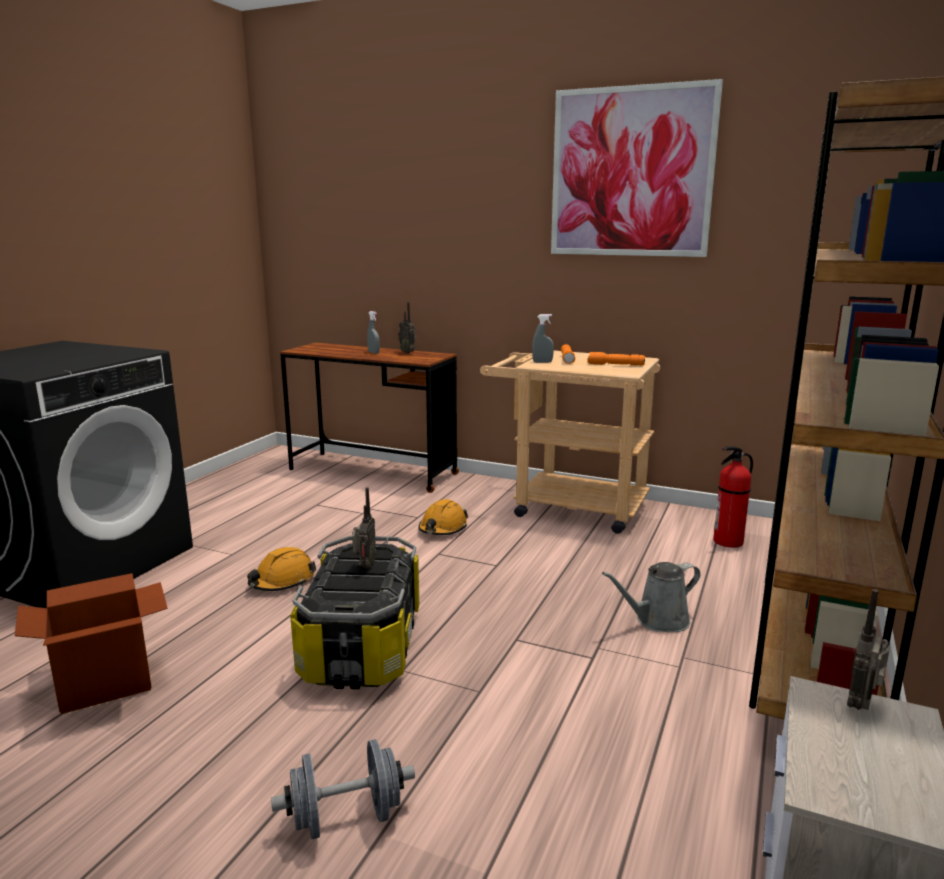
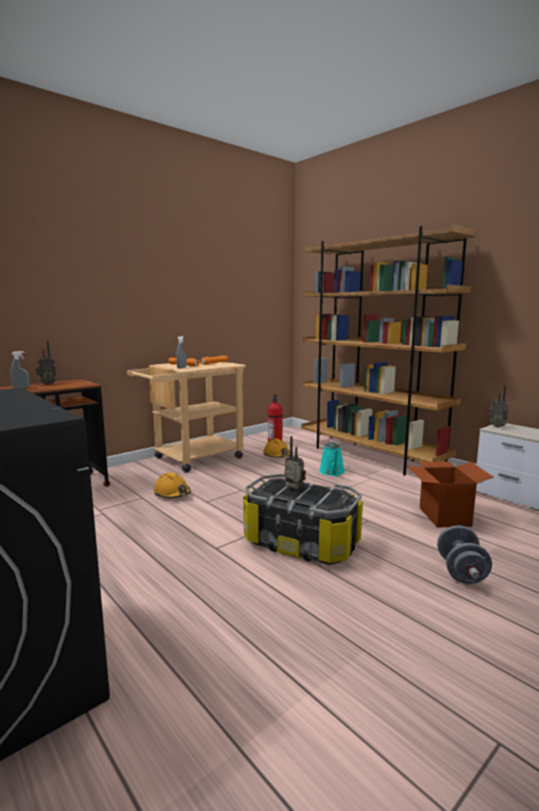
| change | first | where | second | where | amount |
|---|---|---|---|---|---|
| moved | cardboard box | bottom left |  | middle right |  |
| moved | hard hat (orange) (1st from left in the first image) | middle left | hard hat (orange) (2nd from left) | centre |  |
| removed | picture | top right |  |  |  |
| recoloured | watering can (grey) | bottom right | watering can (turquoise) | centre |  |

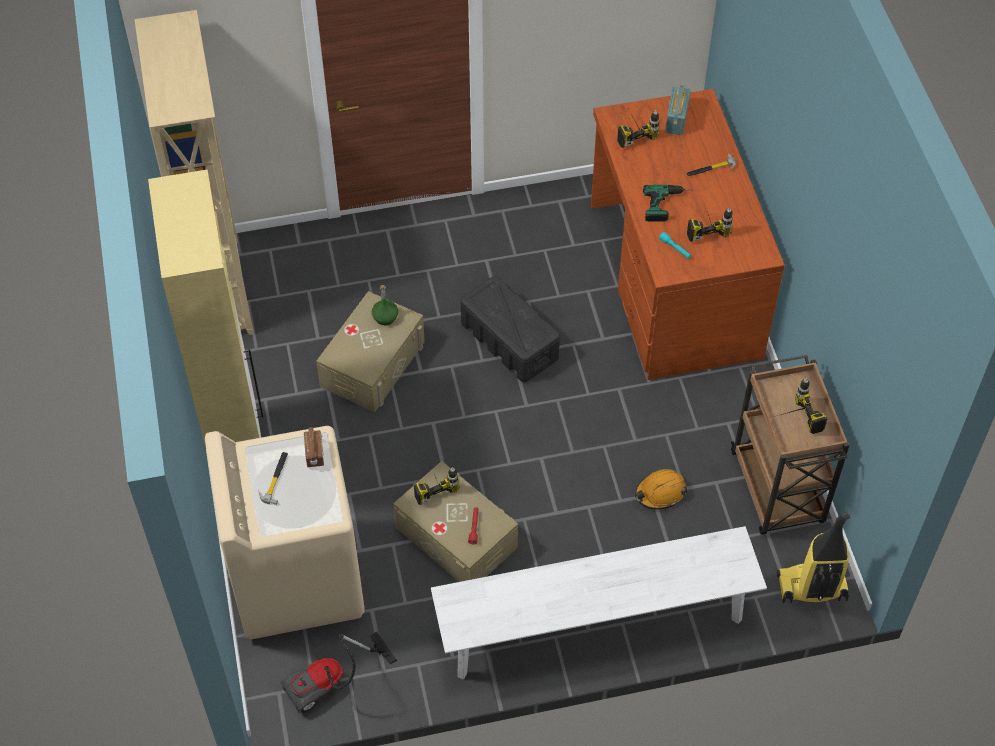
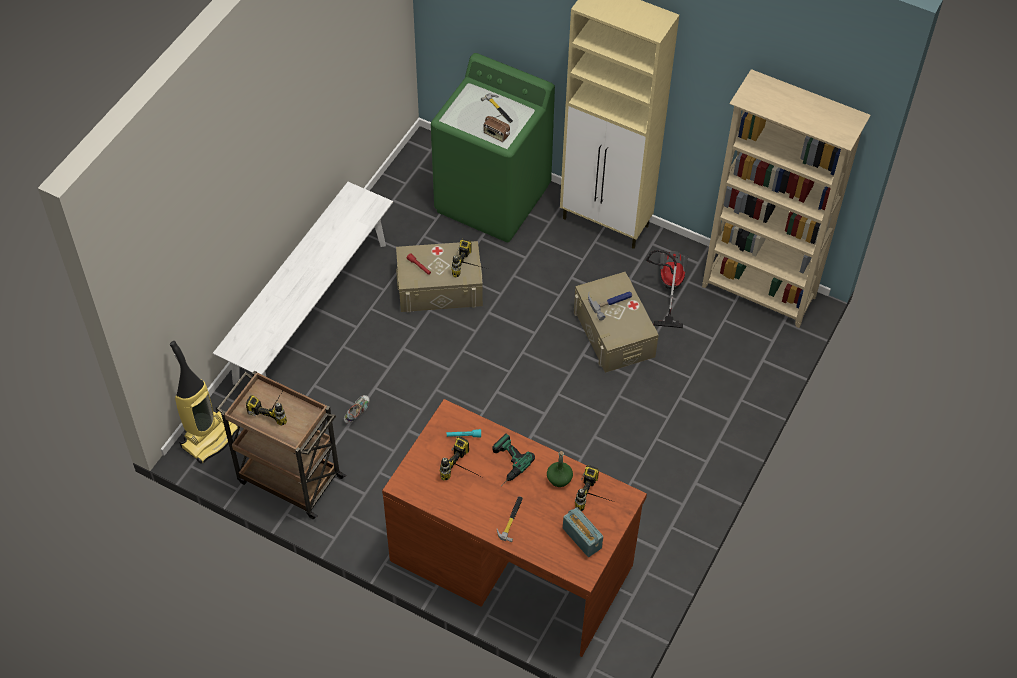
| change | first | where | second | where | amount |
|---|---|---|---|---|---|
| recoloured | washing machine (beige) | bottom left | washing machine (green) | top centre |  |
| moved | vacuum cleaner (1st from left in the first image) | bottom centre | vacuum cleaner (2nd from left) | centre |  |
| moved | bottle (green) | centre |  | bottom centre |  |
| removed | storage box (black) | centre |  |  |  |
| replaced | hard hat (orange) | centre | shoe | centre |  |
| added |  |  | hammer (3rd from left) | centre |  |

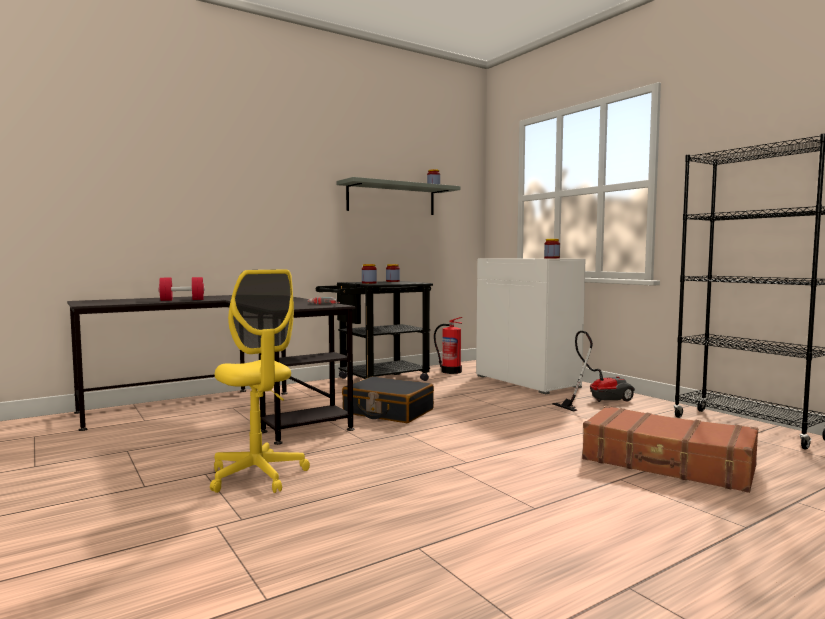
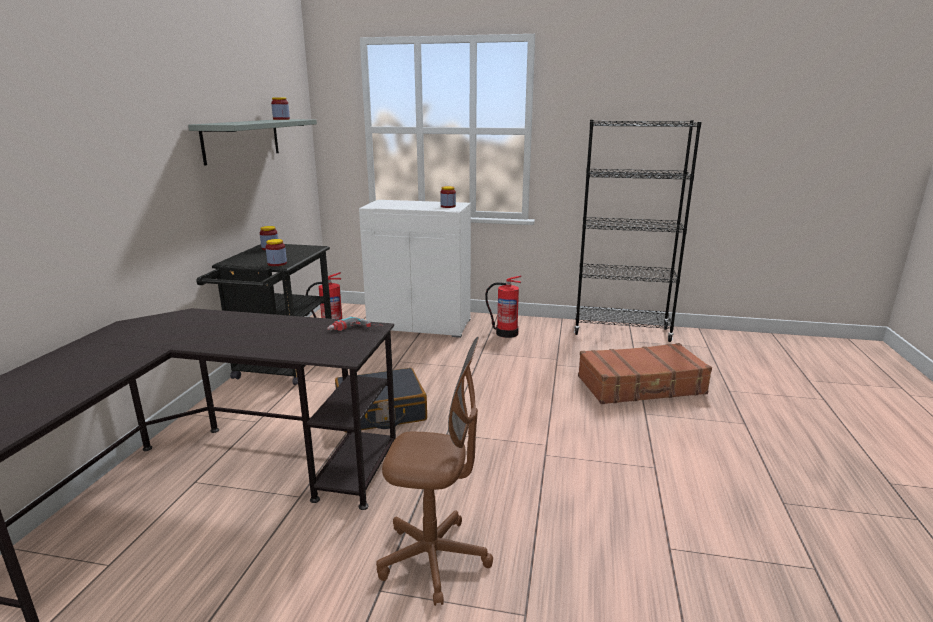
| change | first | where | second | where | amount |
|---|---|---|---|---|---|
| removed | dumbbell (red) | middle left |  |  |  |
| recoloured | office chair (yellow) | middle left | office chair (brown) | bottom centre |  |
| replaced | vacuum cleaner | middle right | fire extinguisher (2nd from left) | centre |  |

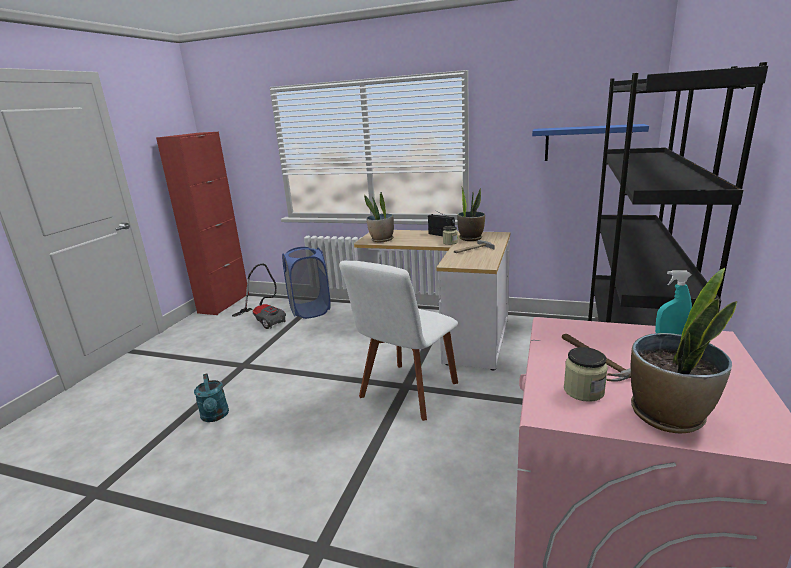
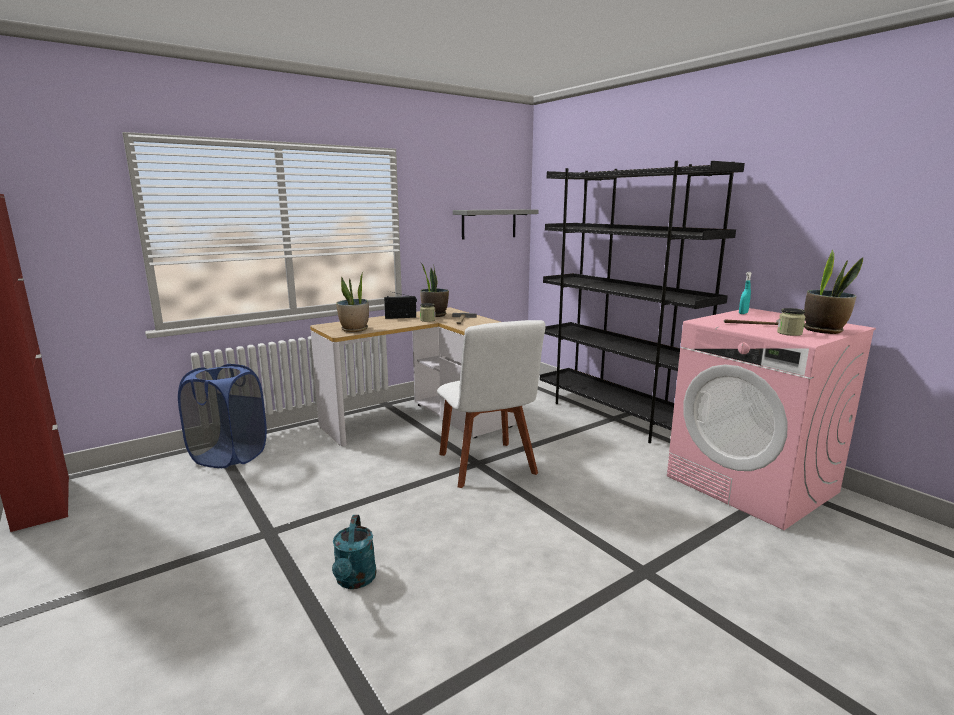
| change | first | where | second | where | amount |
|---|---|---|---|---|---|
| turned | watering can (turquoise) | bottom left |  | bottom centre | 75 degrees clockwise |
| removed | vacuum cleaner | middle left |  |  |  |
| recoloured | shelf (blue) | top right | shelf (grey) | top centre |  |

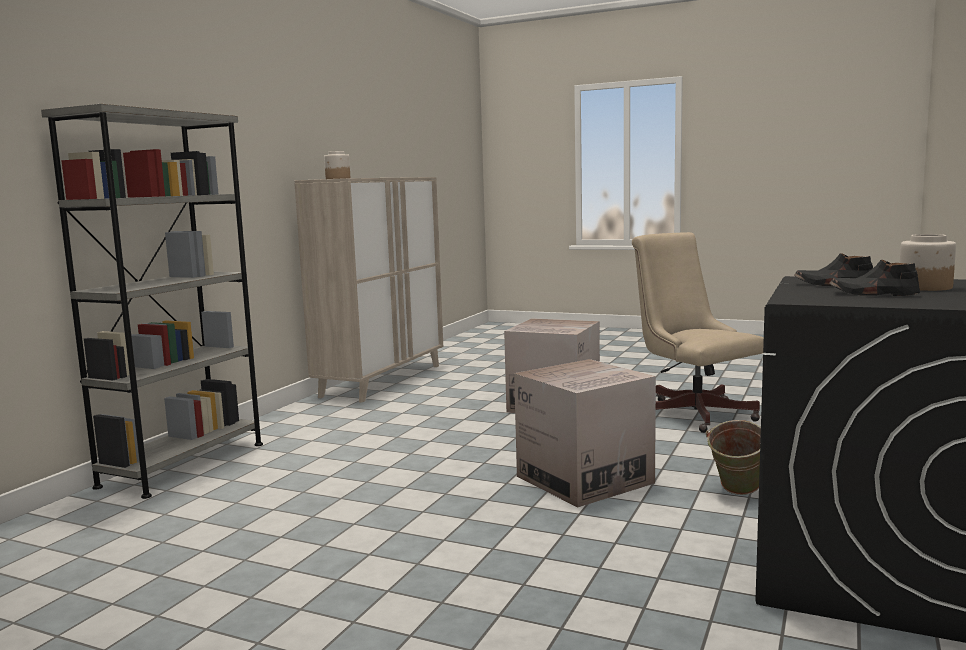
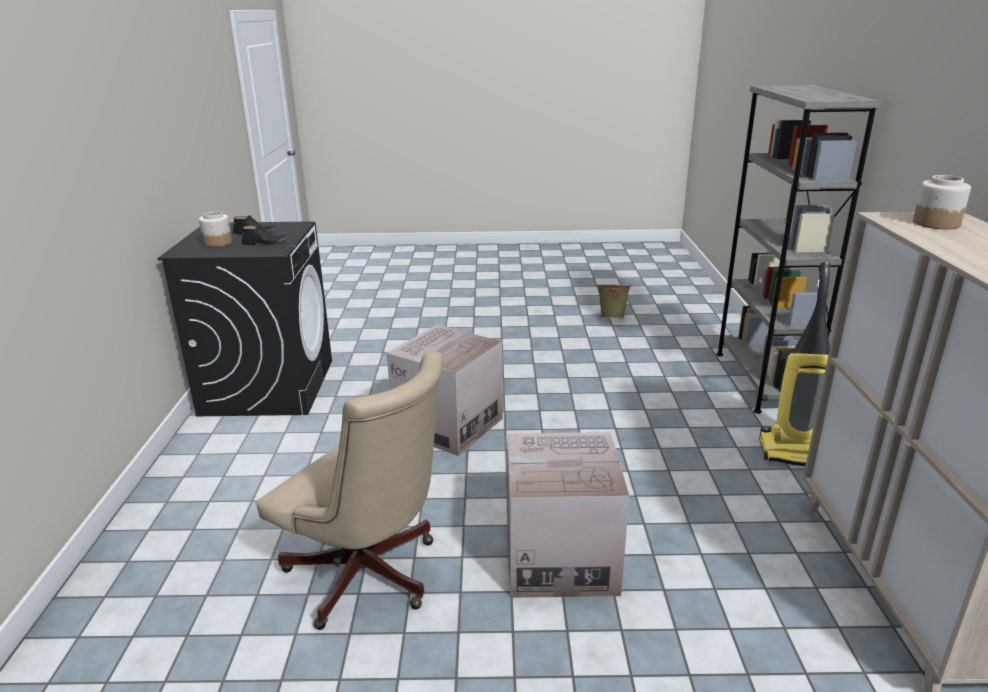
| change | first | where | second | where | amount |
|---|---|---|---|---|---|
| moved | bucket (green) | bottom right |  | centre |  |
| added |  |  | vacuum cleaner | middle right |  |

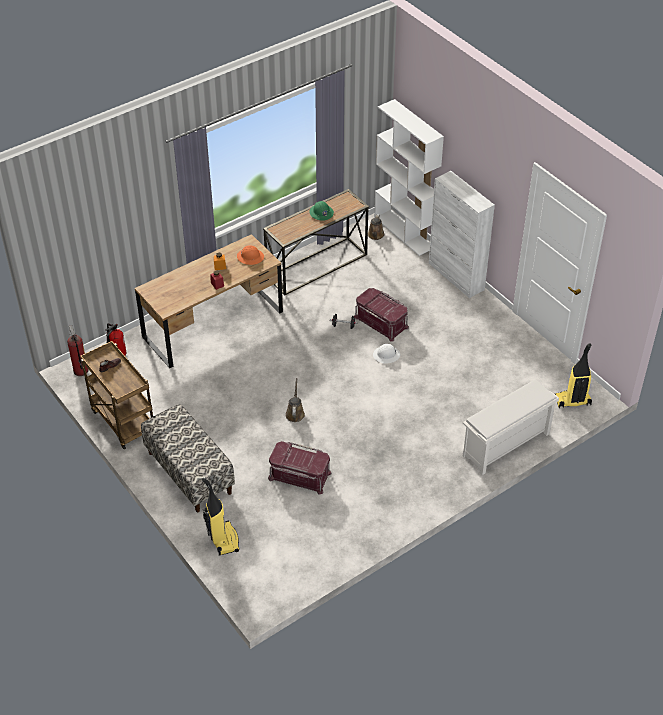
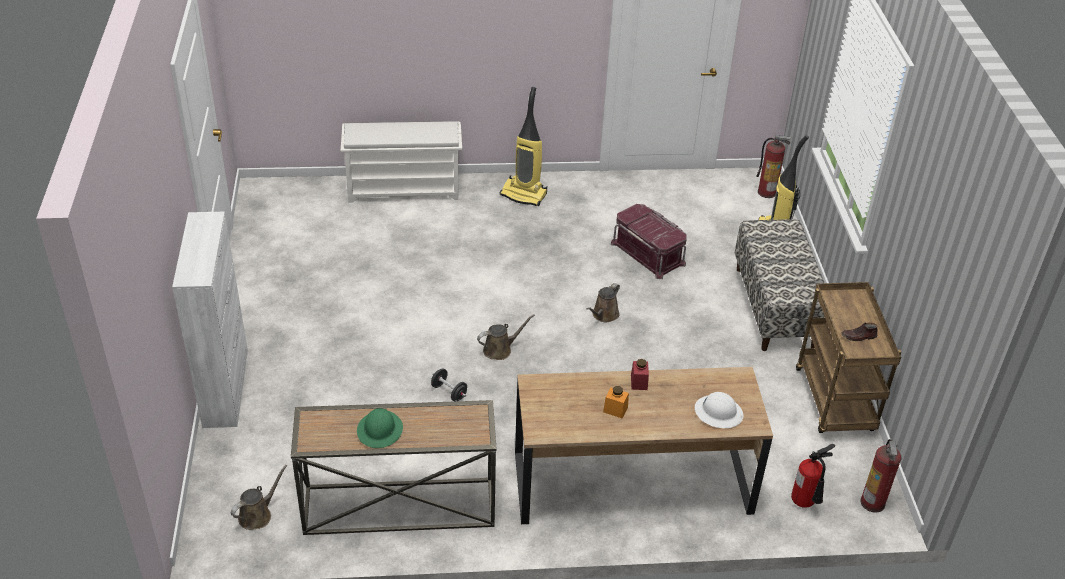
| change | first | where | second | where | amount |
|---|---|---|---|---|---|
| removed | hard hat (orange) | centre |  |  |  |
| removed | storage box (red) (2nd from left) | centre |  |  |  |
| moved | hard hat (white) | centre |  | bottom right |  |
| removed | bookcase (white) | top centre |  |  |  |
| moved | vacuum cleaner (2nd from left in the first image) | middle right | vacuum cleaner (1st from left) | top centre |  |
| added |  |  | watering can (brown) (2nd from left) | centre |  |
| added |  |  | fire extinguisher (1st from left) | top right |  |

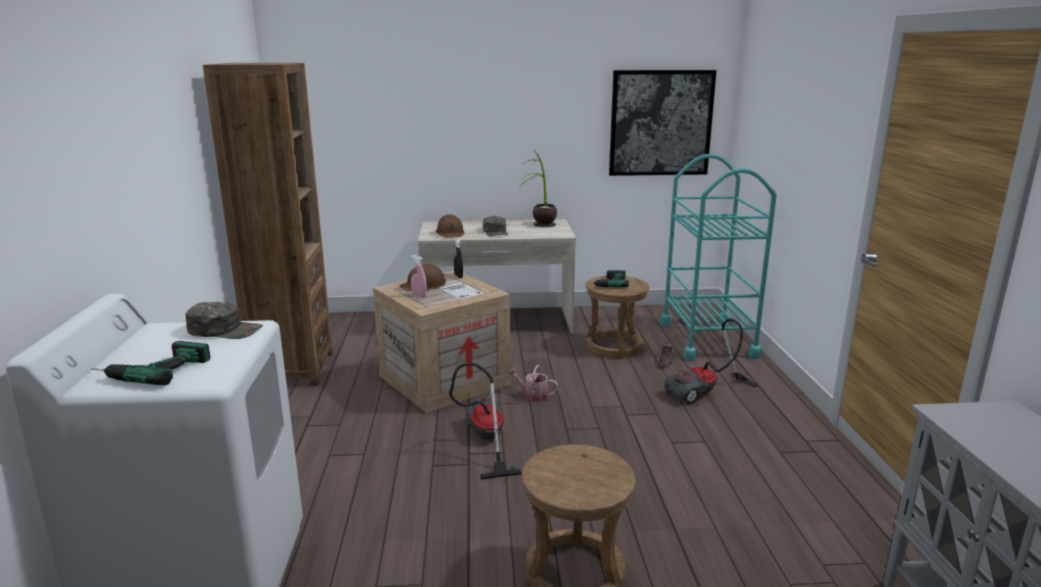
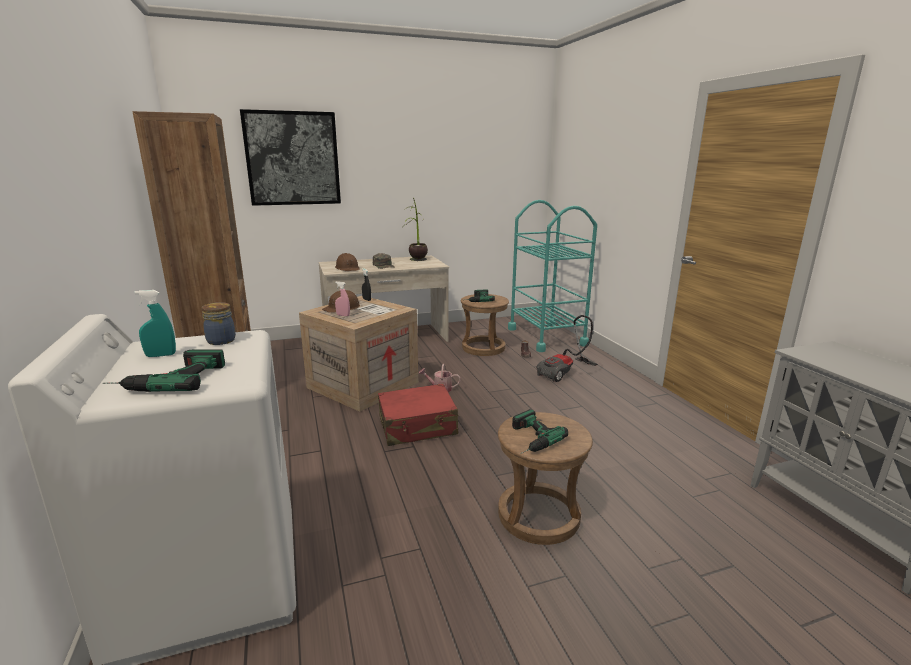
| change | first | where | second | where | amount |
|---|---|---|---|---|---|
| replaced | cap (green) (1st from left) | middle left | jar | middle left |  |
| replaced | vacuum cleaner (1st from left) | bottom centre | suitcase (red) | centre |  |
| moved | picture | top centre |  | top left |  |
| added |  |  | spray bottle (turquoise) | middle left |  |
| added |  |  | power drill (3rd from left) | centre |  |

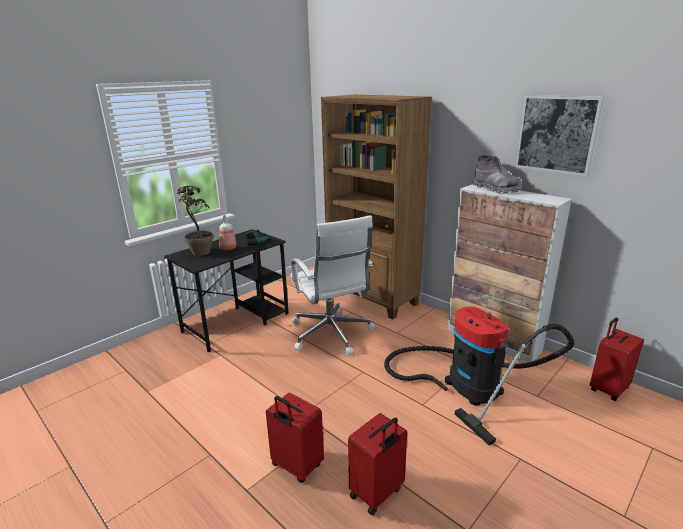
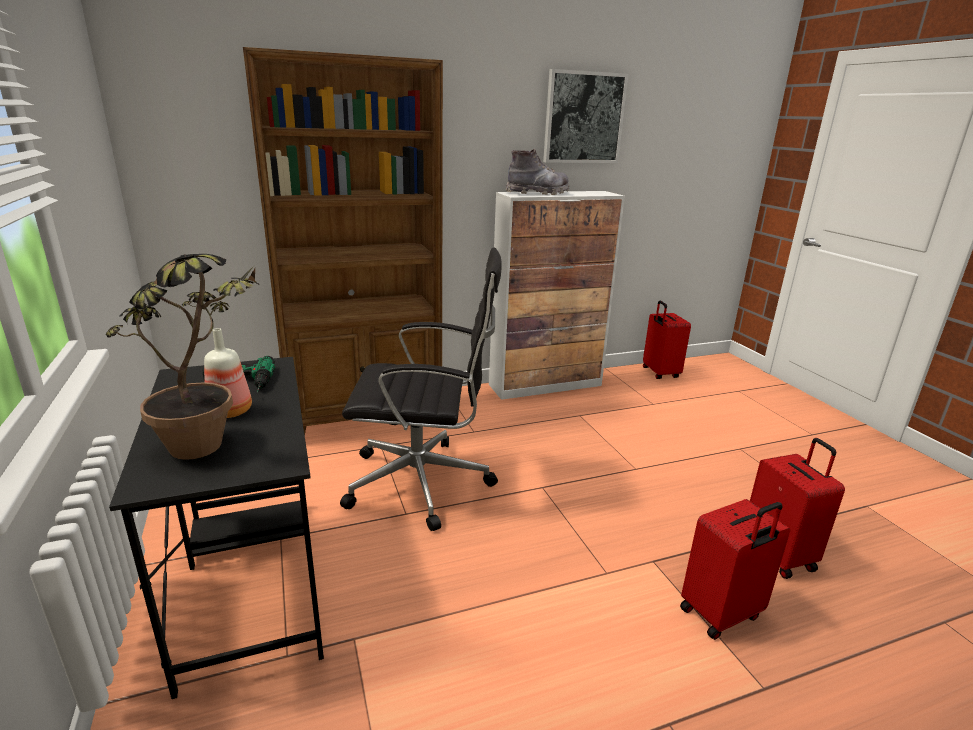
| change | first | where | second | where | amount |
|---|---|---|---|---|---|
| recoloured | office chair (white) | centre | office chair (black) | centre |  |
| removed | vacuum cleaner | bottom right |  |  |  |

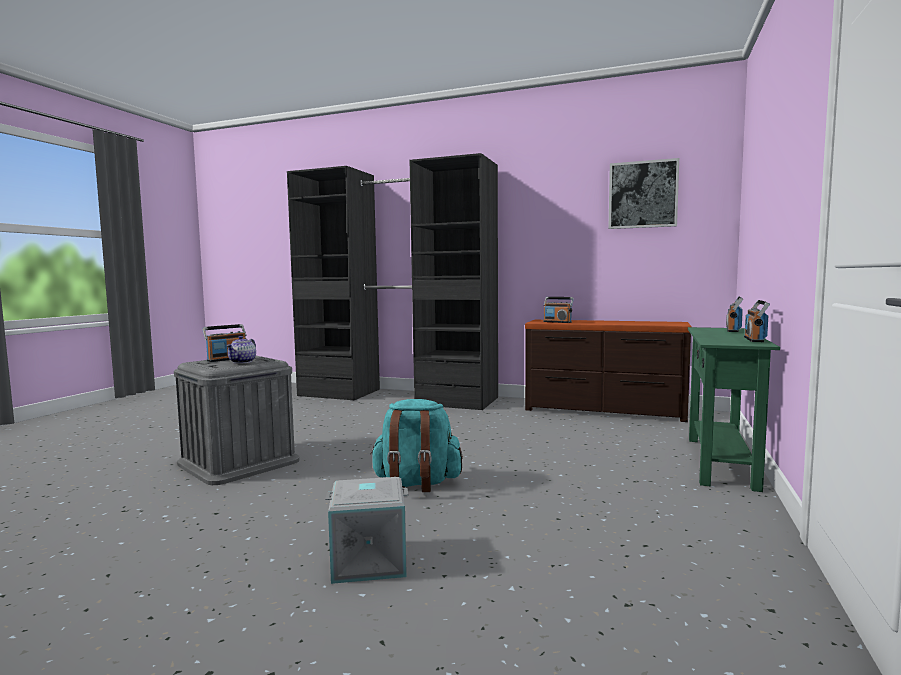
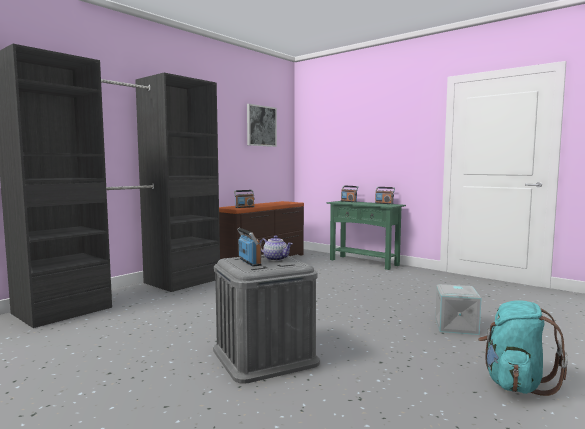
| change | first | where | second | where | amount |
|---|---|---|---|---|---|
| moved | backpack (turquoise) | centre |  | bottom right |  |

